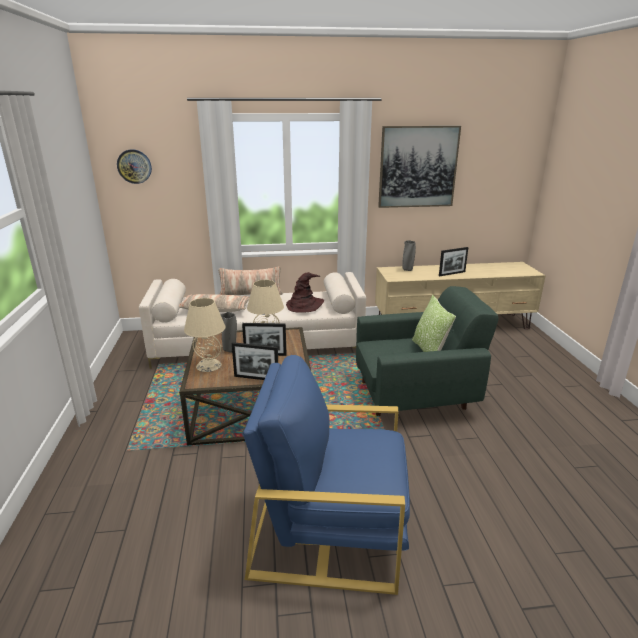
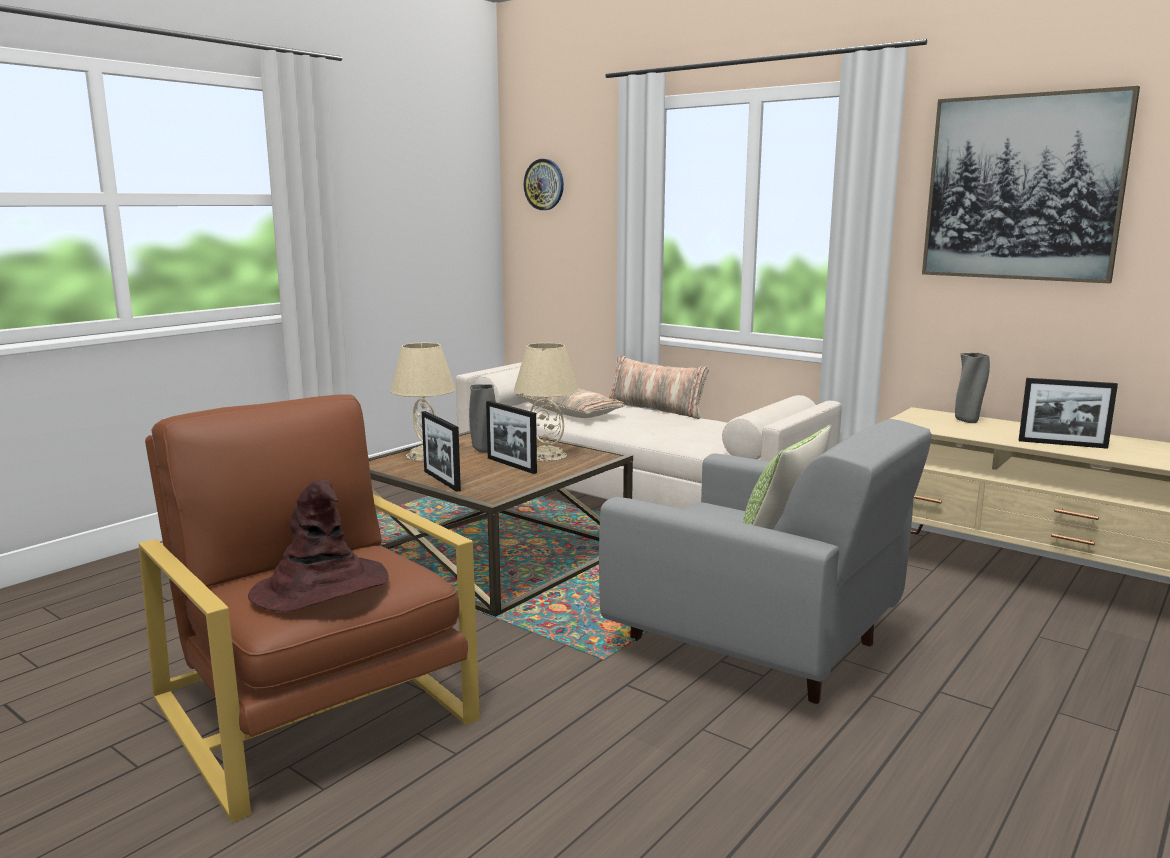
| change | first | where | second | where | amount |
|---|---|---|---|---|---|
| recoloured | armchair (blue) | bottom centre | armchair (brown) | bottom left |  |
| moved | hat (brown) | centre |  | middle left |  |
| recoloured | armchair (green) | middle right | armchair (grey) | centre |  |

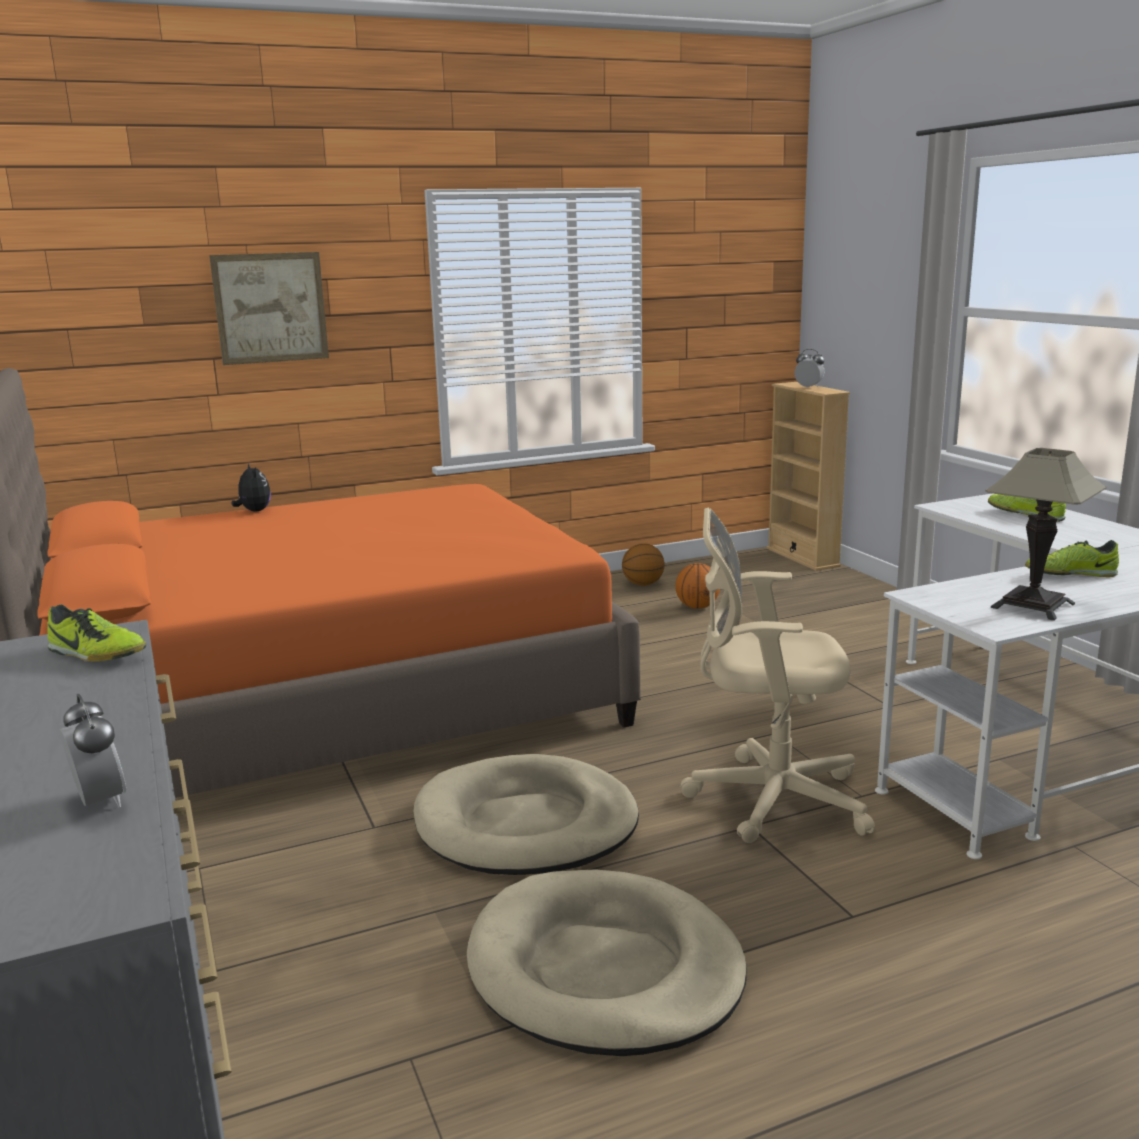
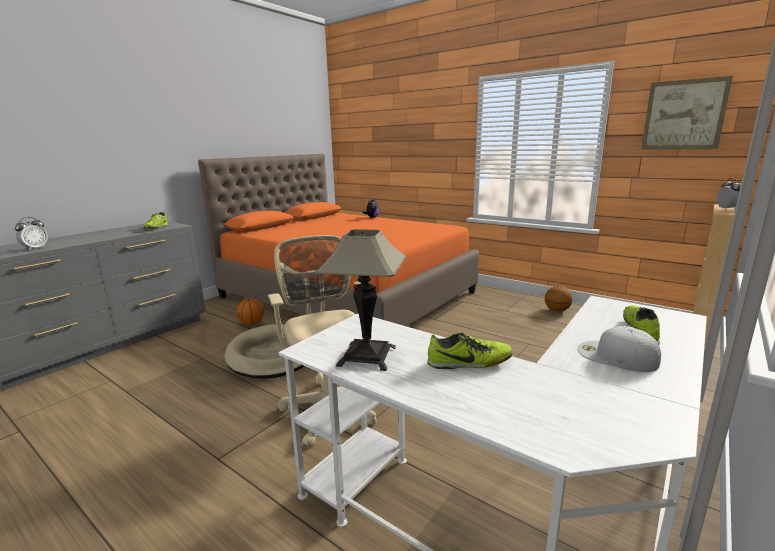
| change | first | where | second | where | amount |
|---|---|---|---|---|---|
| moved | picture | top left |  | top right |  |
| removed | dog bed (beige) (2nd from left) | bottom centre |  |  |  |
| moved | basketball (2nd from left in the first image) | centre | basketball (1st from left) | middle left |  |
| turned | shoe (3rd from left in the first image) | middle right | shoe (2nd from left) | centre | 120 degrees clockwise |
| added |  |  | cap (white) | middle right |  |

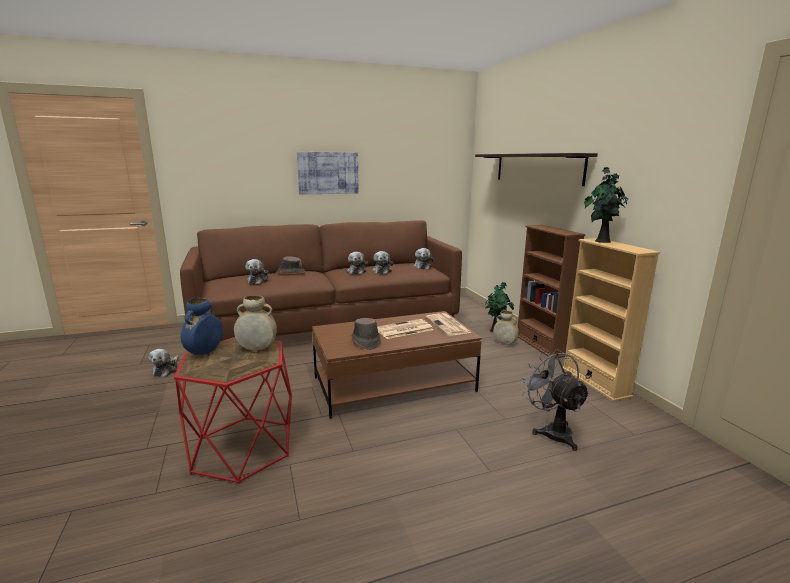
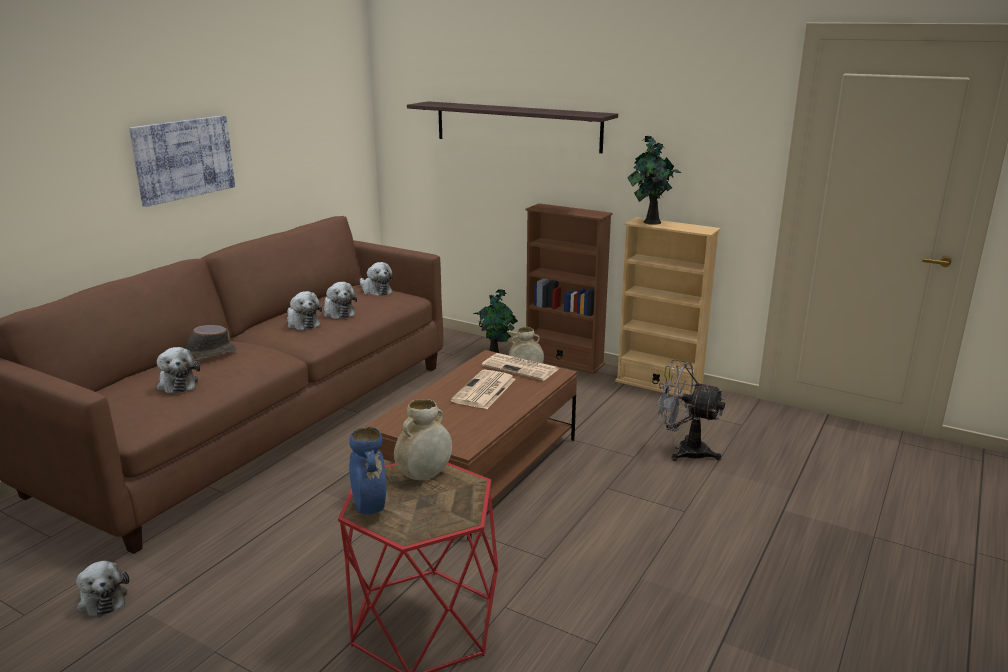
| change | first | where | second | where | amount |
|---|---|---|---|---|---|
| removed | hat (brown) (2nd from left) | centre |  |  |  |

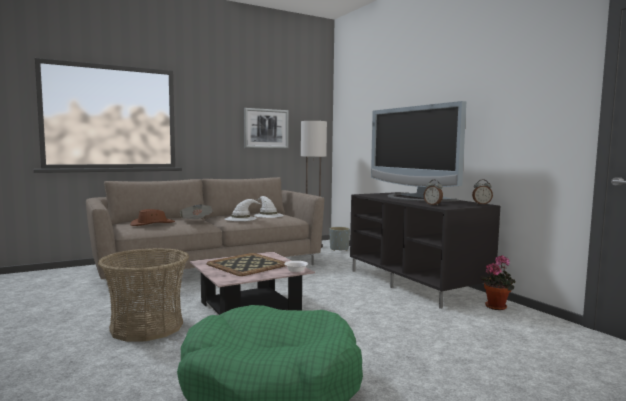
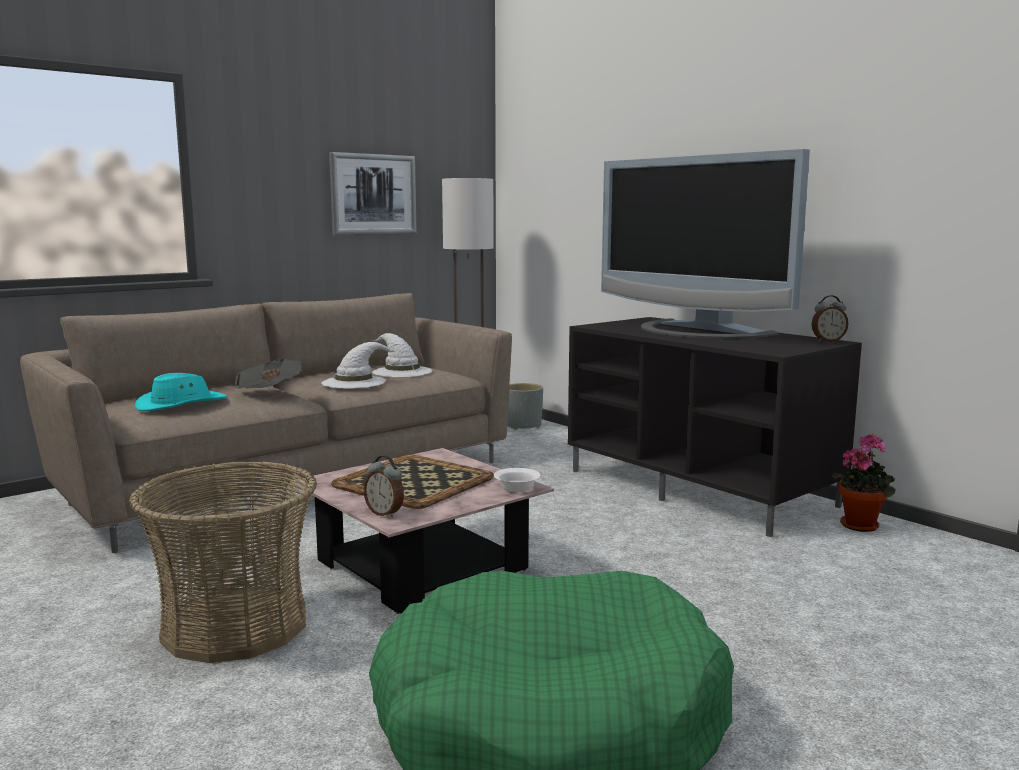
| change | first | where | second | where | amount |
|---|---|---|---|---|---|
| recoloured | hat (brown) | middle left | hat (turquoise) | middle left |  |
| moved | alarm clock (1st from left) | middle right |  | centre |  |

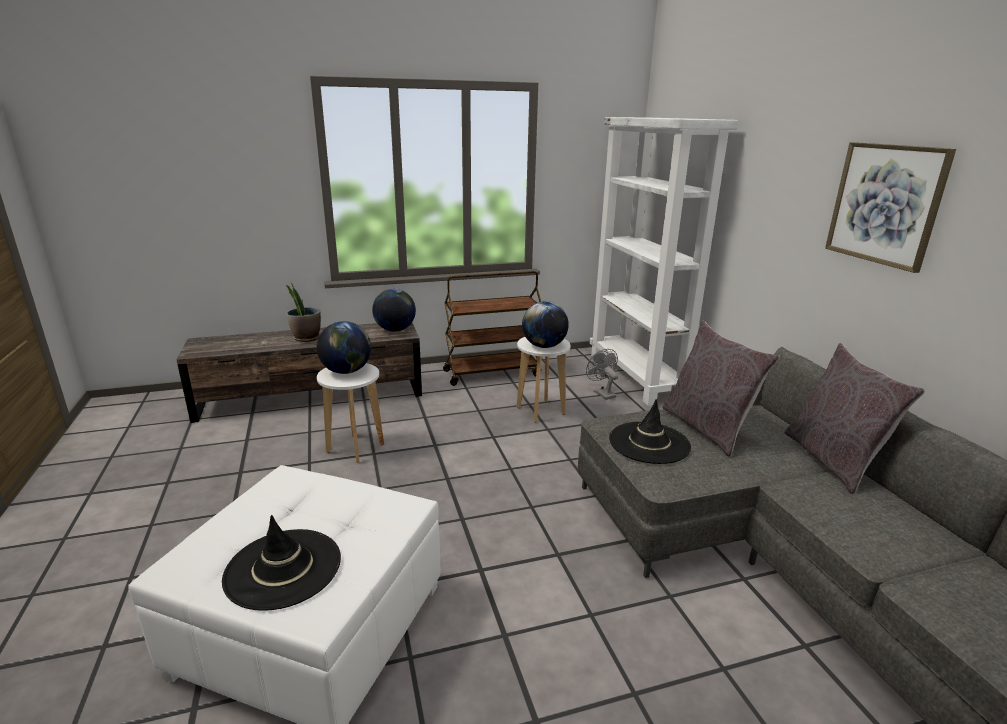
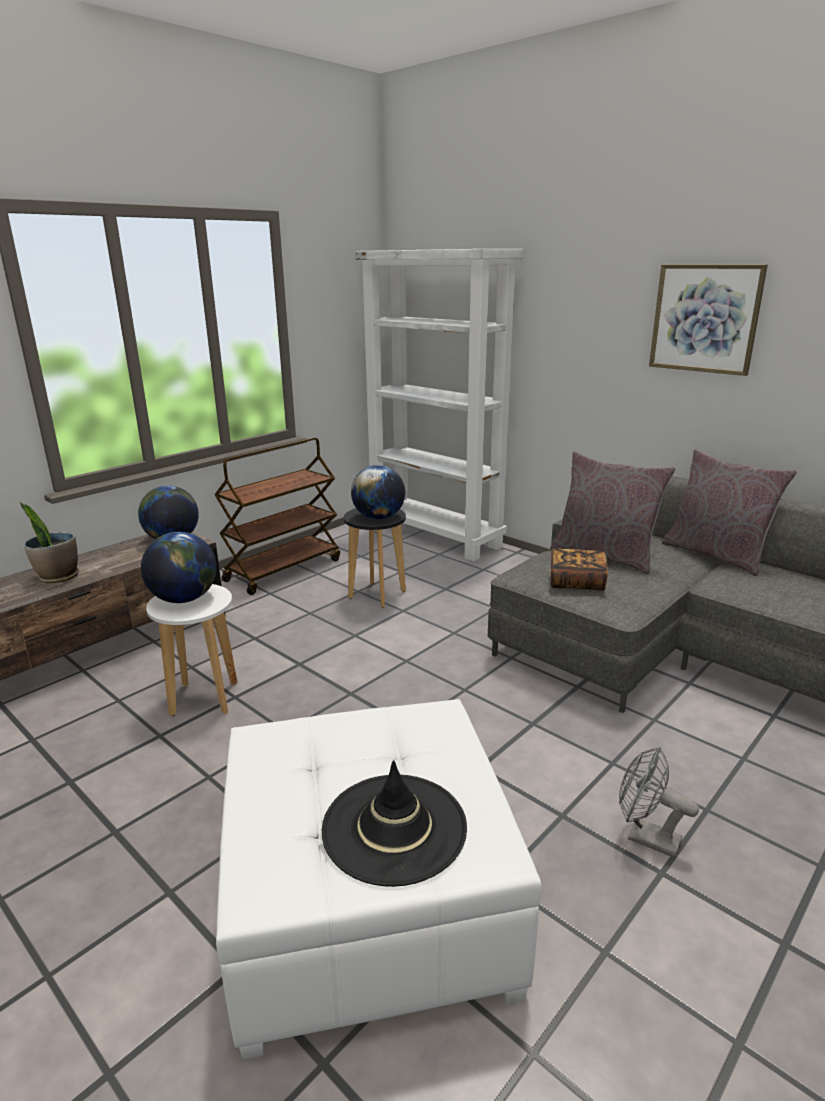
| change | first | where | second | where | amount |
|---|---|---|---|---|---|
| recoloured | stool (white) (2nd from left) | centre | stool (black) | centre |  |
| moved | fan (grey) | centre |  | bottom right |  |
| replaced | hat (black) (2nd from left) | centre | book | middle right |  |

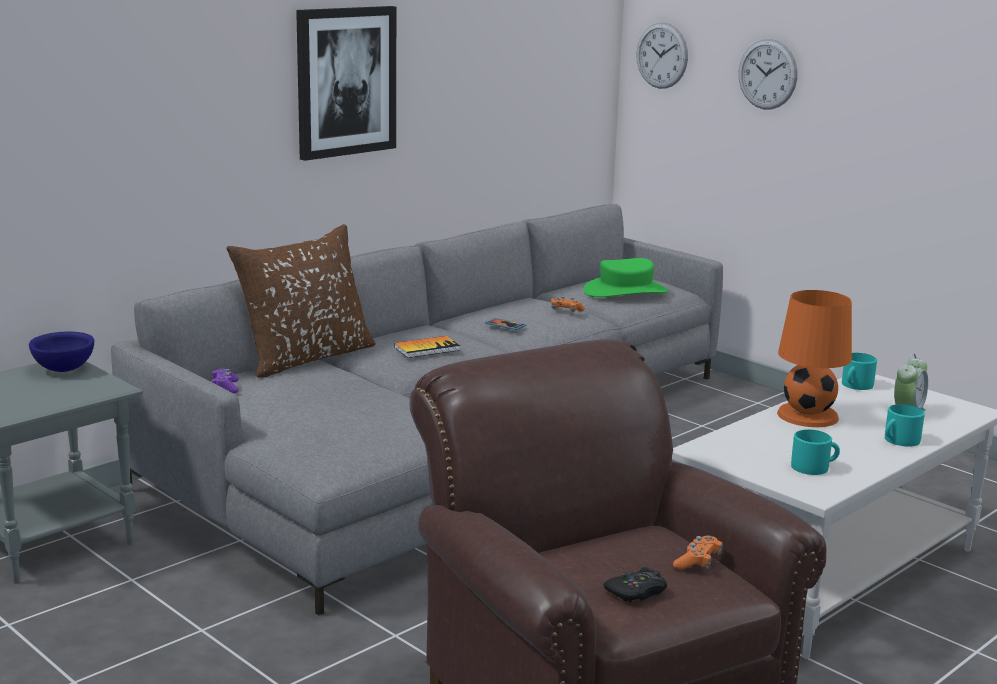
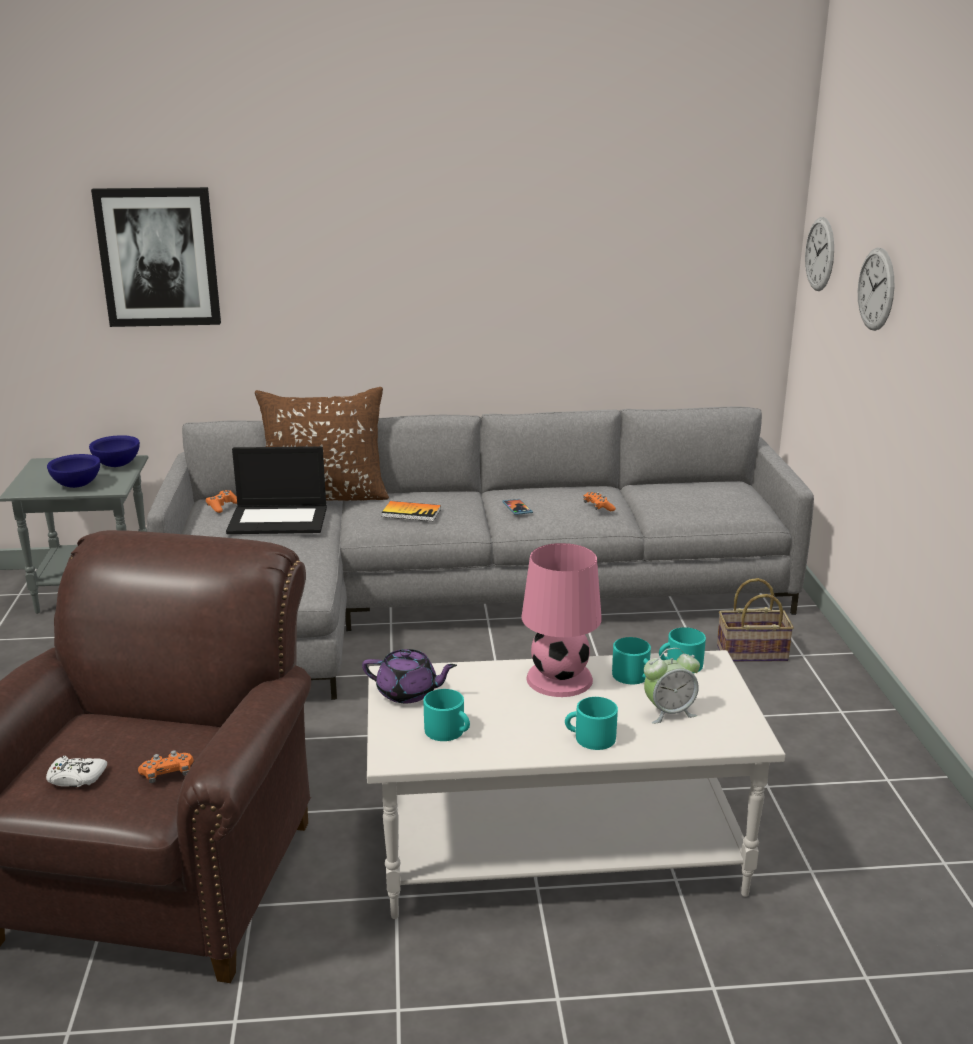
| change | first | where | second | where | amount |
|---|---|---|---|---|---|
| recoloured | game controller (purple) | middle left | game controller (orange) (2nd from left) | middle left |  |
| moved | picture | top centre |  | top left |  |
| removed | hat (green) | centre |  |  |  |
| recoloured | game controller (black) | bottom centre | game controller (white) | bottom left |  |
| recoloured | table lamp (orange) | middle right | table lamp (pink) | centre |  |
| added |  |  | bowl (blue) (1st from left) | middle left |  |
| added |  |  | laptop | middle left |  |
| added |  |  | teapot (purple) | centre |  |
| added |  |  | mug (turquoise) (3rd from left) | centre |  |
| added |  |  | basket | middle right |  |

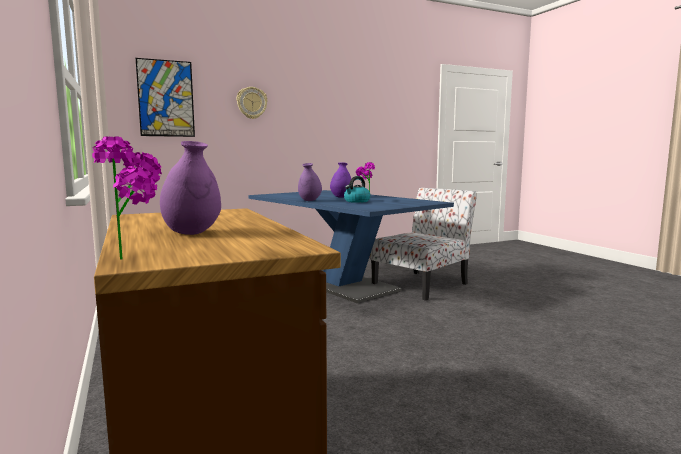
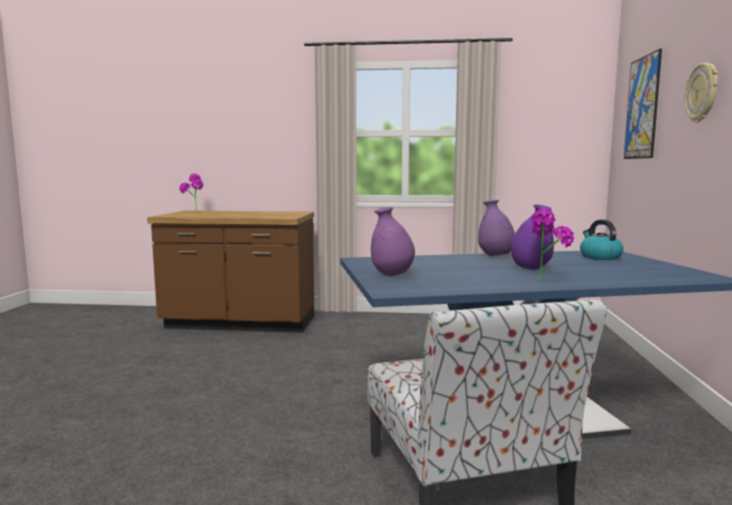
| change | first | where | second | where | amount |
|---|---|---|---|---|---|
| moved | vase (purple) (1st from left) | middle left |  | centre |  |
| moved | kettle | centre |  | middle right |  |

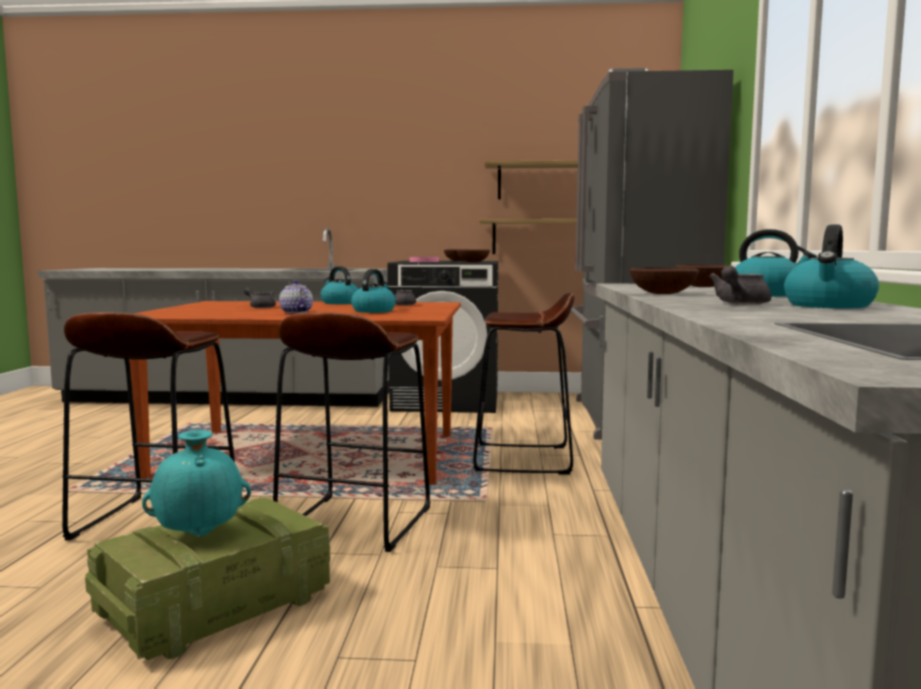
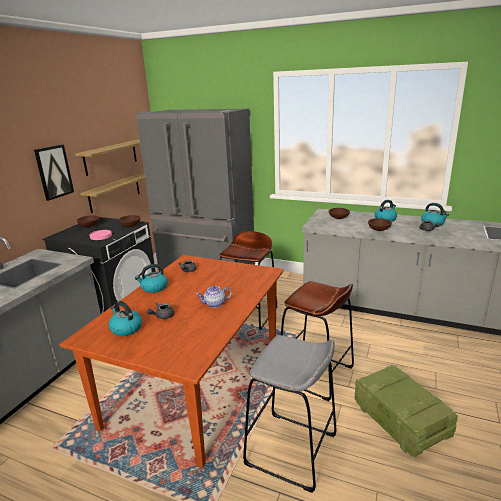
| change | first | where | second | where | amount |
|---|---|---|---|---|---|
| recoloured | stool (brown) (1st from left) | middle left | stool (grey) | bottom centre |  |
| removed | vase (turquoise) | bottom left |  |  |  |
| moved | kettle (2nd from left in the first image) | centre | kettle (1st from left) | middle left |  |
| added |  |  | picture | middle left |  |

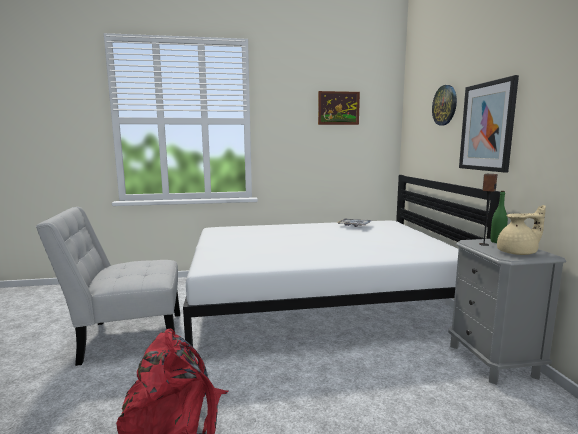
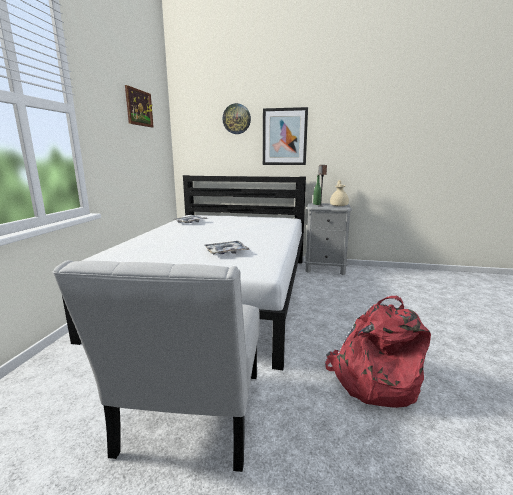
| change | first | where | second | where | amount |
|---|---|---|---|---|---|
| added |  |  | tray (2nd from left) | centre |  |

